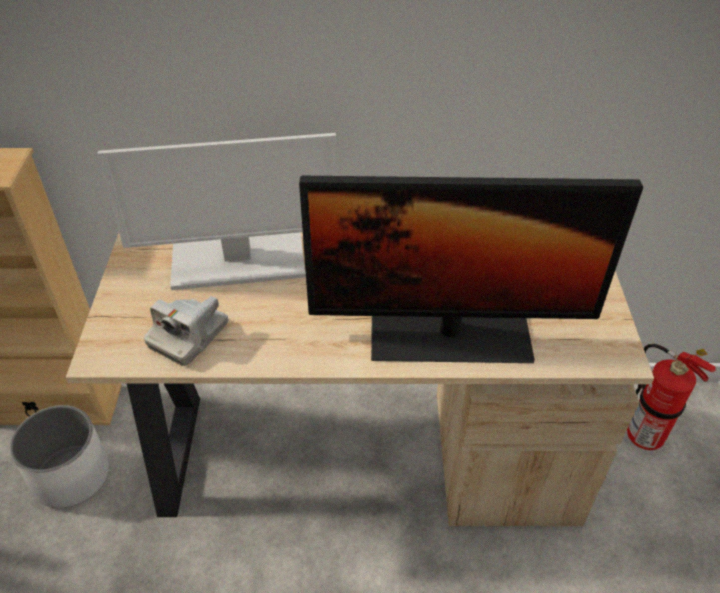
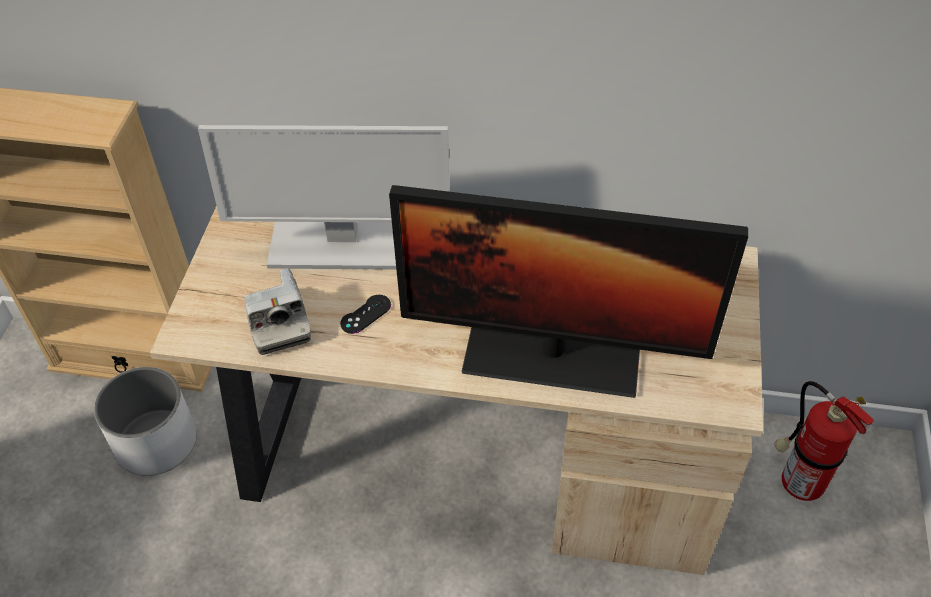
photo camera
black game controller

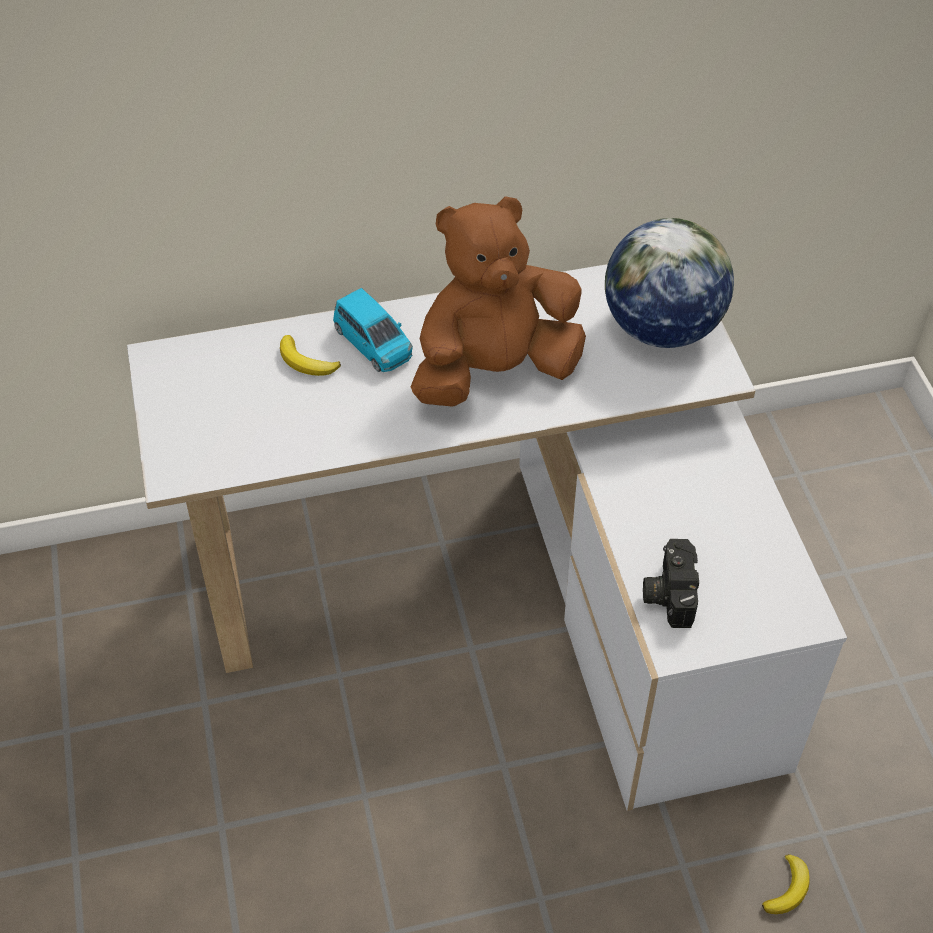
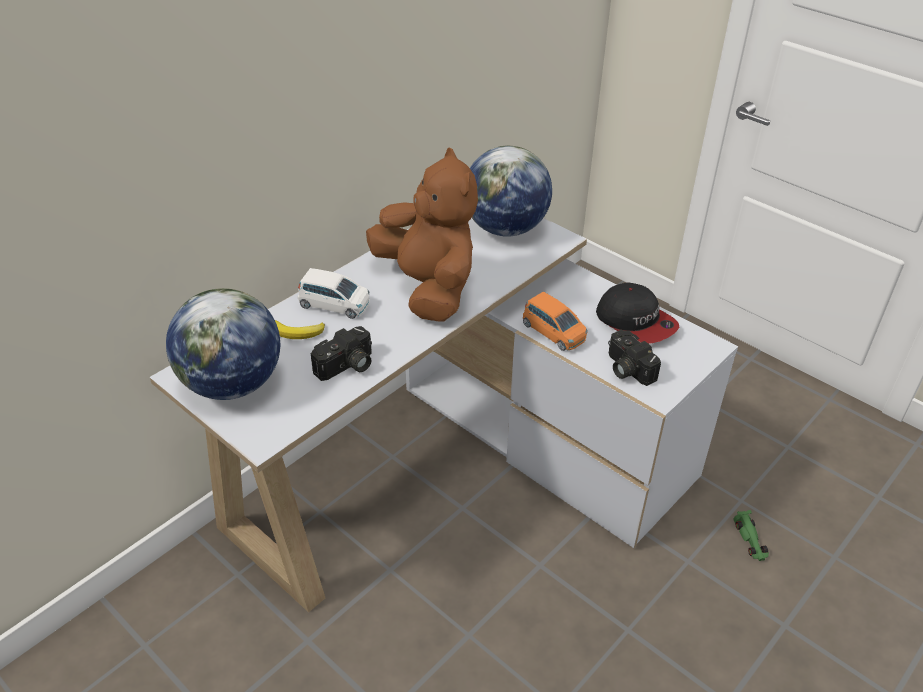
brown plush toy
white toy car
green toy car
cap
globe (1st from left)
orange toy car
photo camera (1st from left)

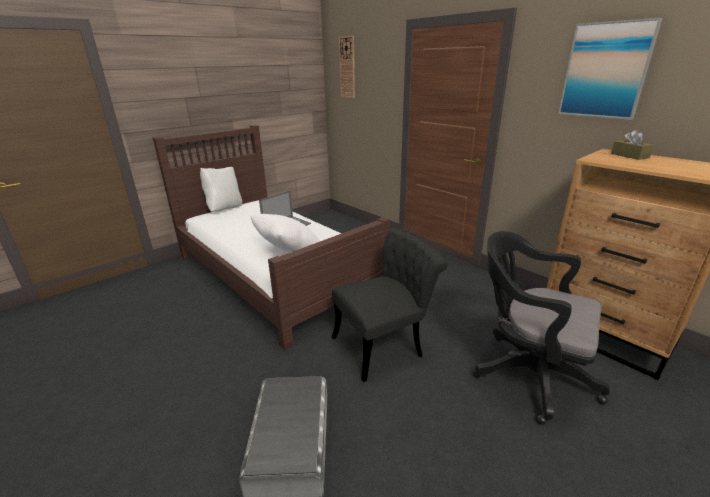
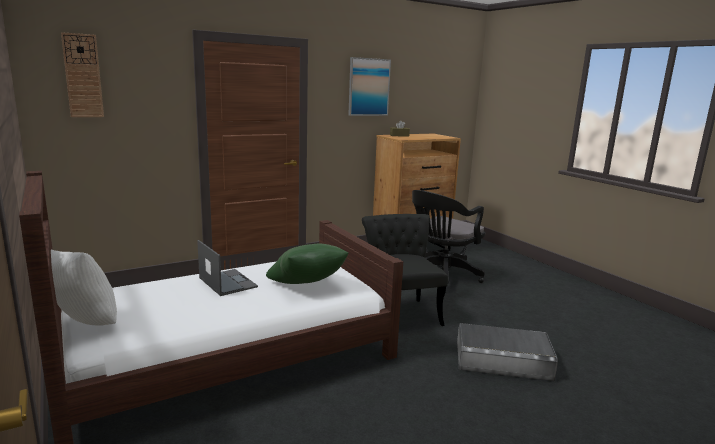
green pillow

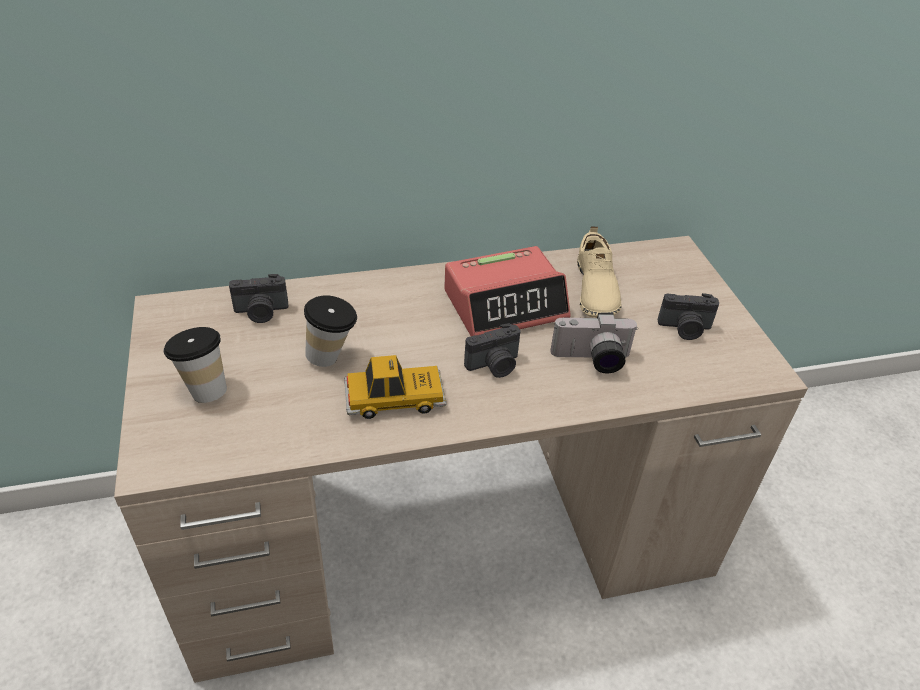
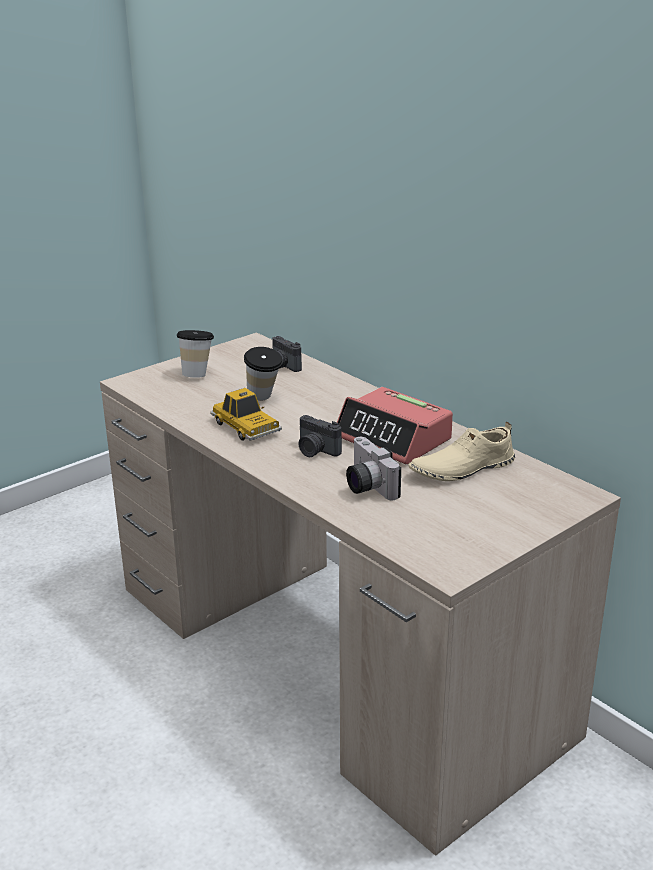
photo camera (4th from left in the first image)

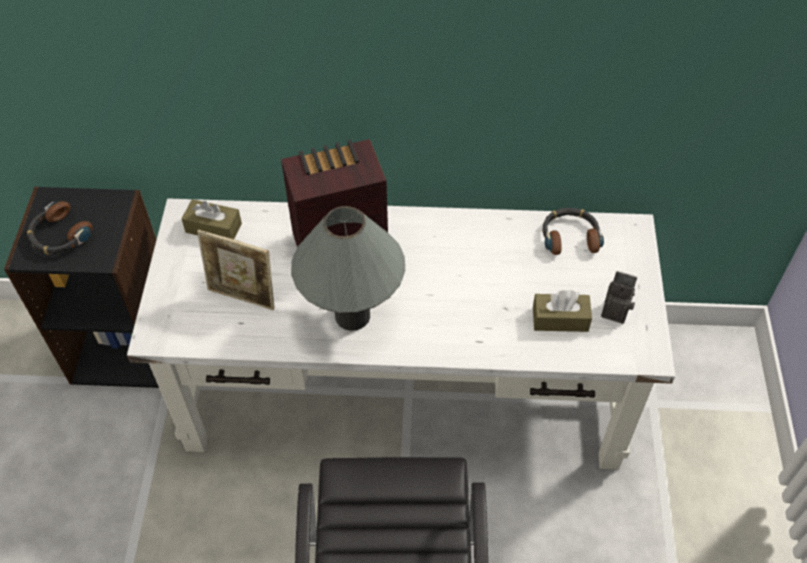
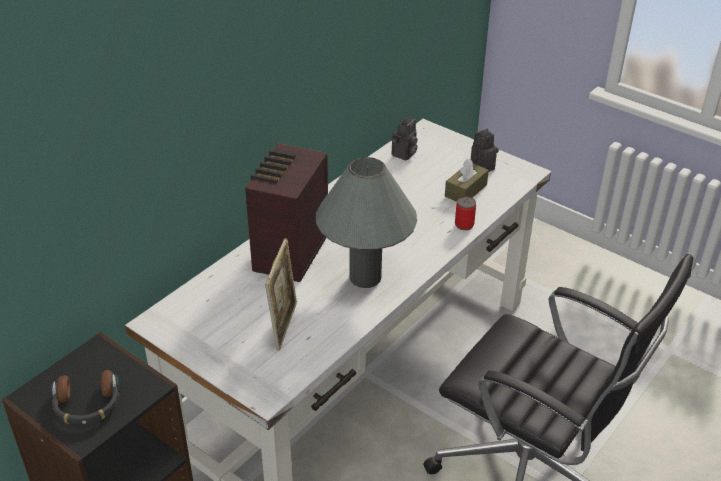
brown tissue box (1st from left in the first image)
photo camera (1st from left)
picture frame
can

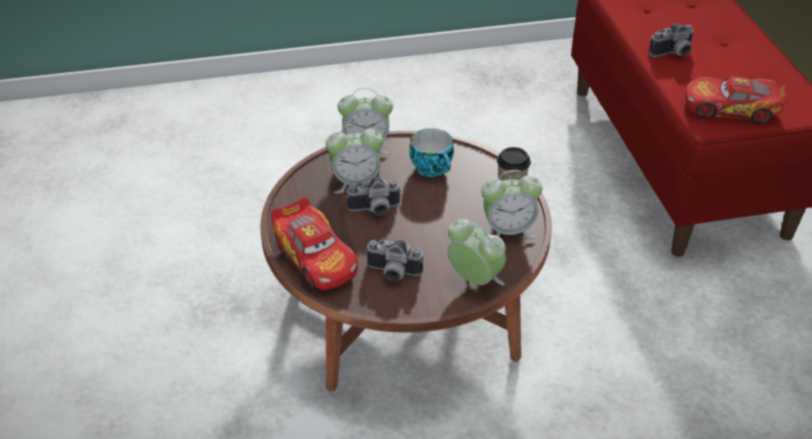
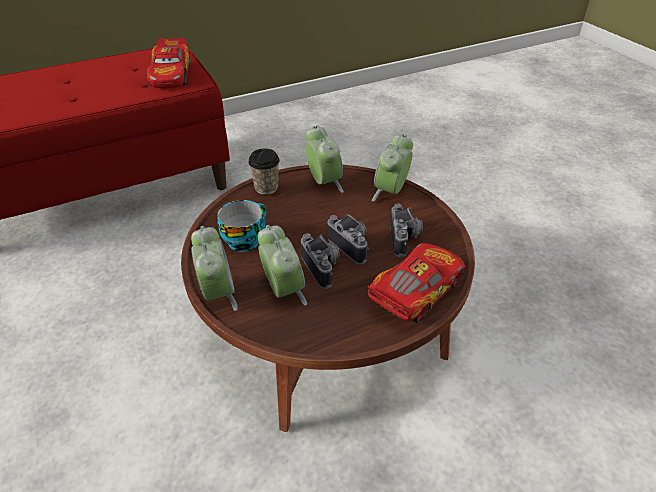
photo camera (2nd from left)

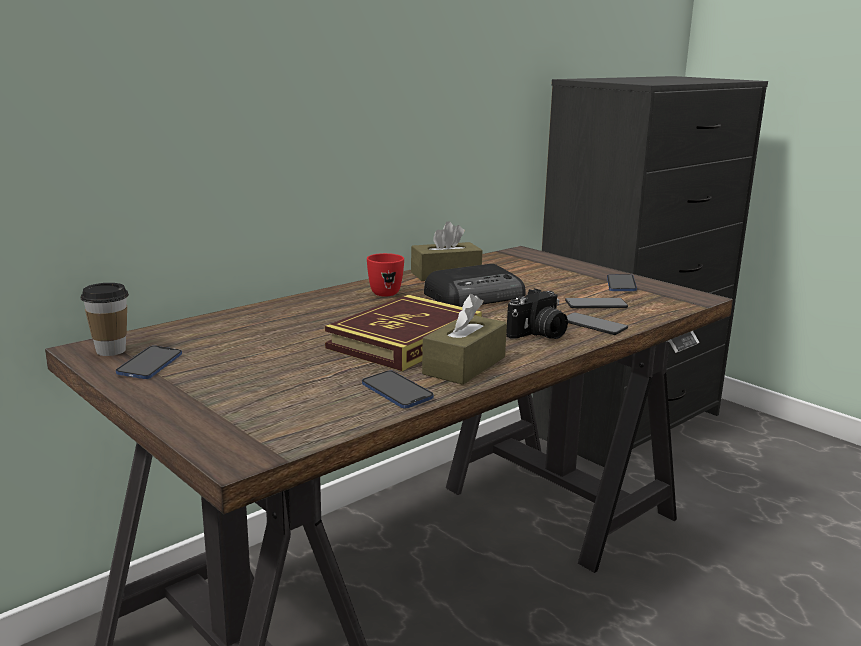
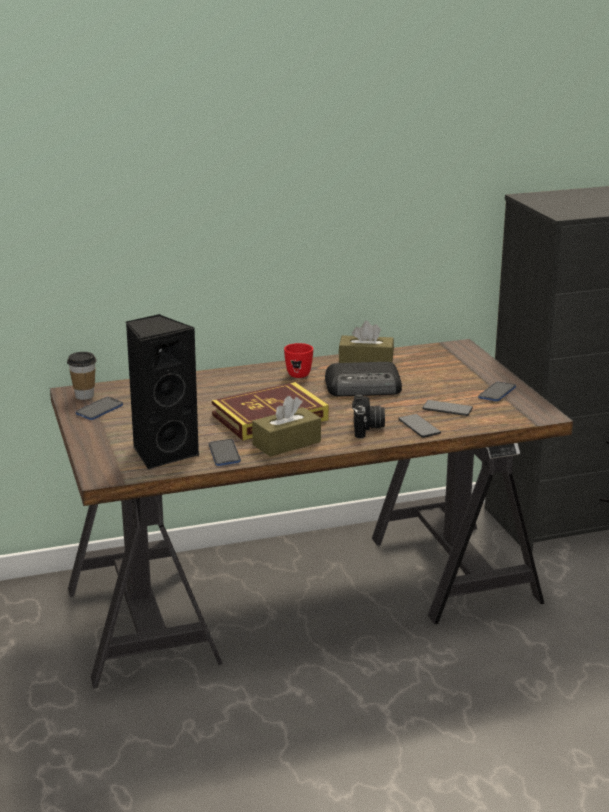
photo camera
black speaker

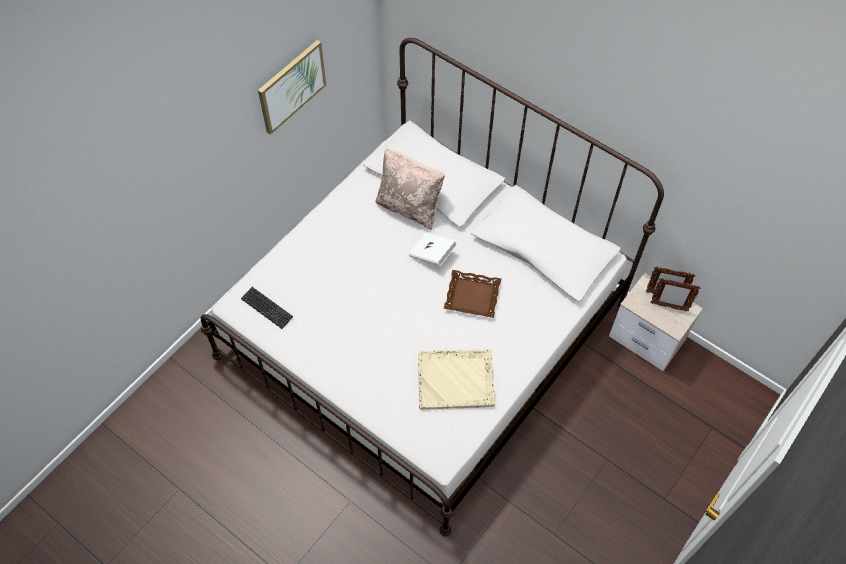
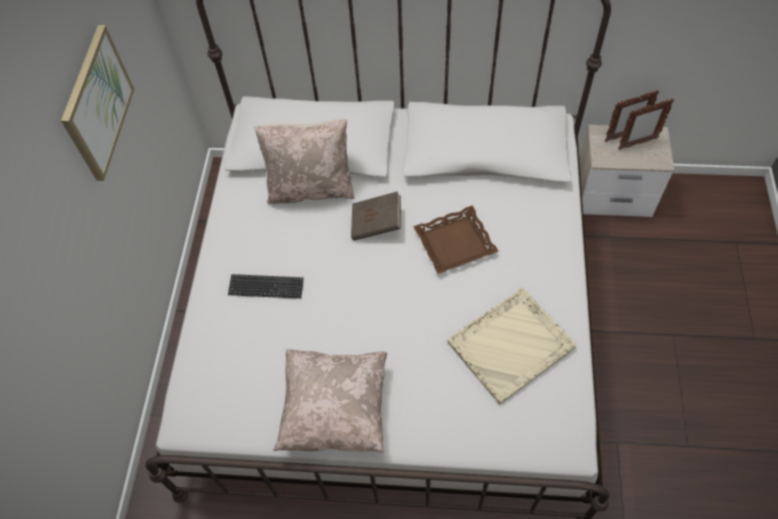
brown book
keyboard
beige pillow (2nd from left)

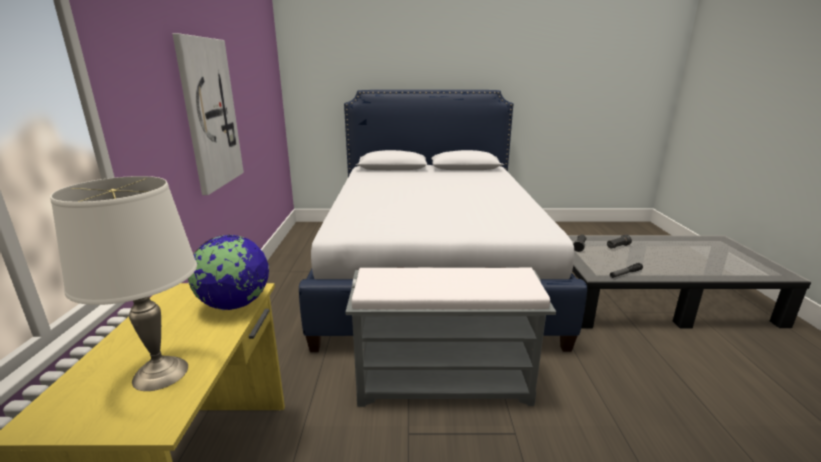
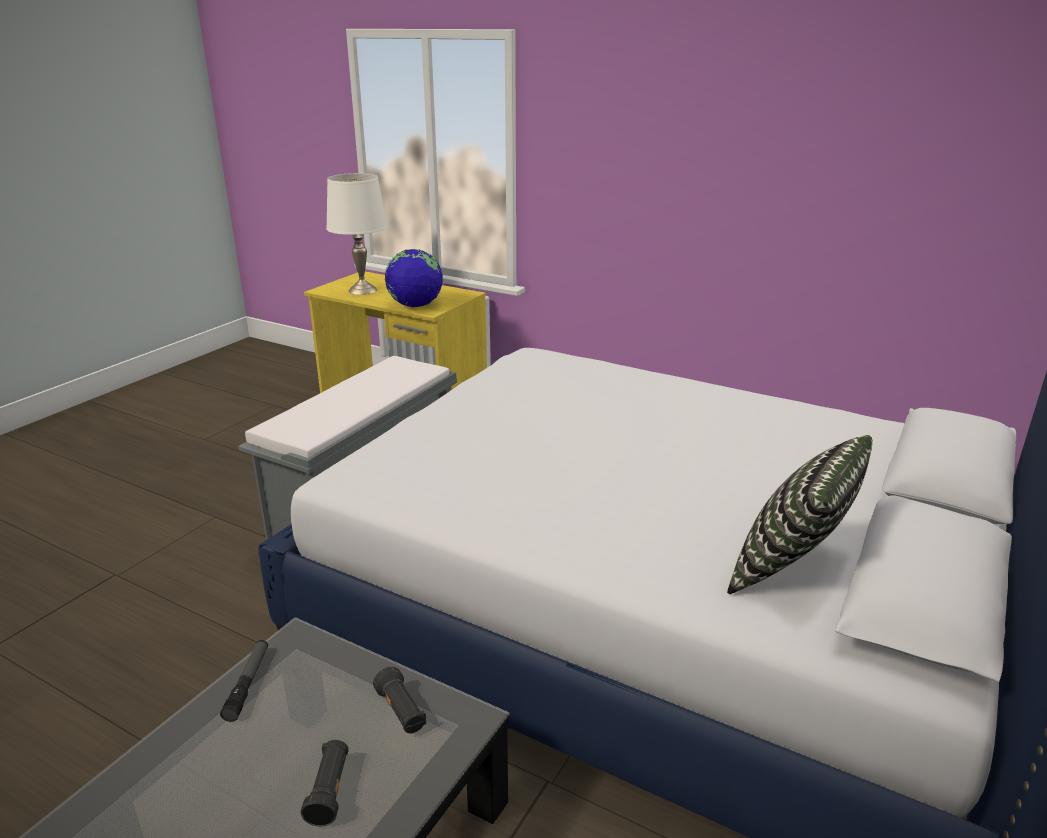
picture
pillow

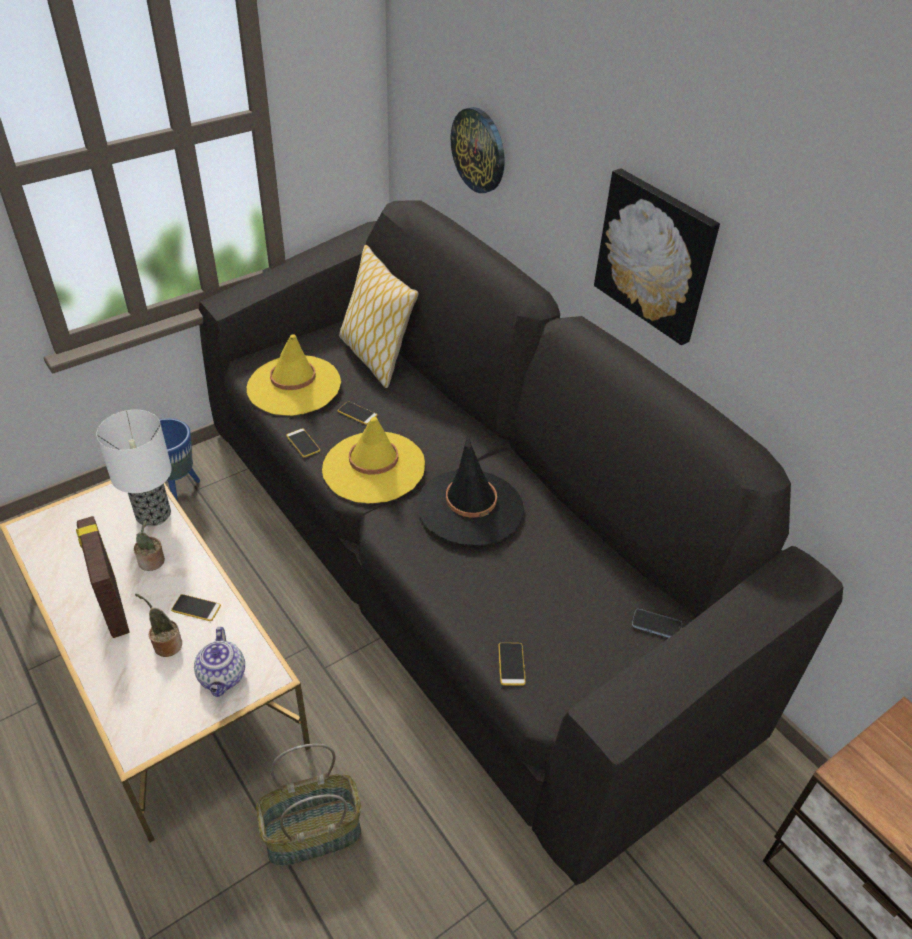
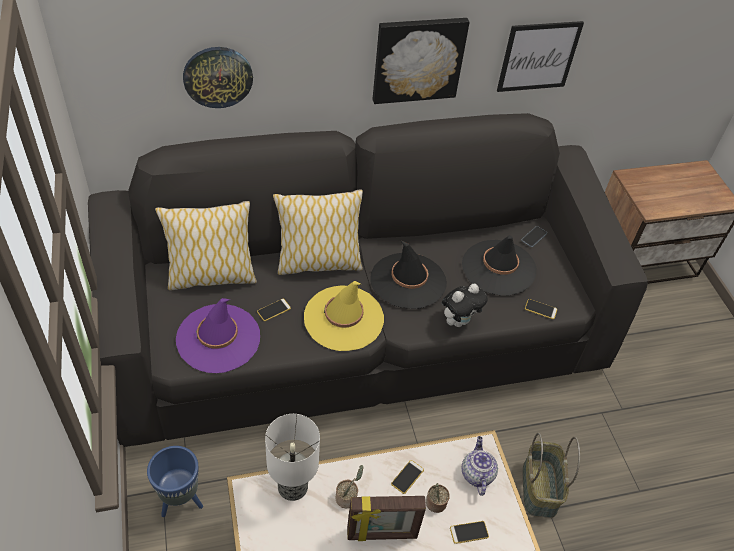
purple hat
phone (3rd from left)
teapot
picture (2nd from left)
pillow (2nd from left)
black hat (2nd from left)
plush toy

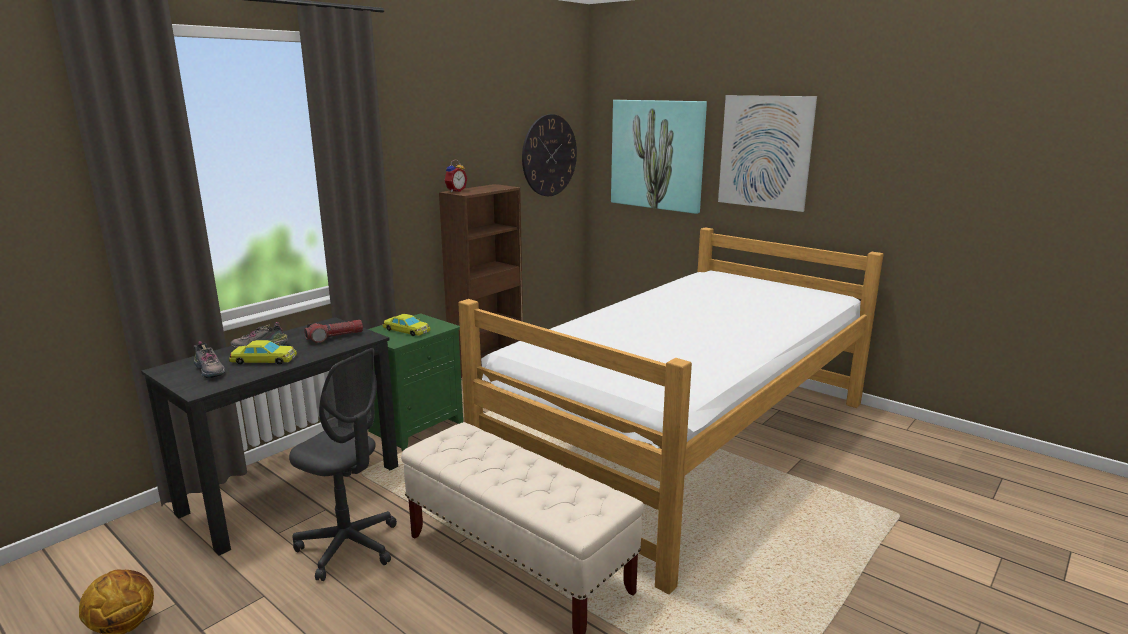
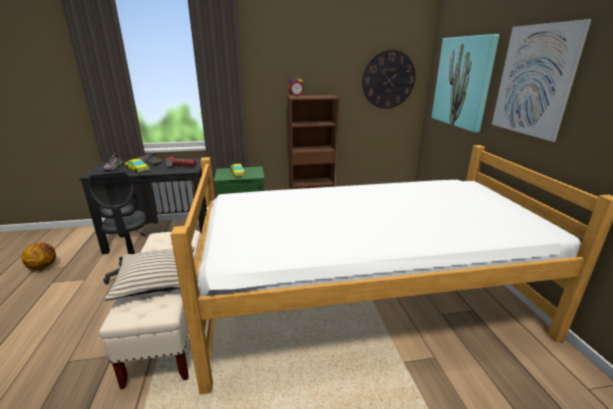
beige pillow

